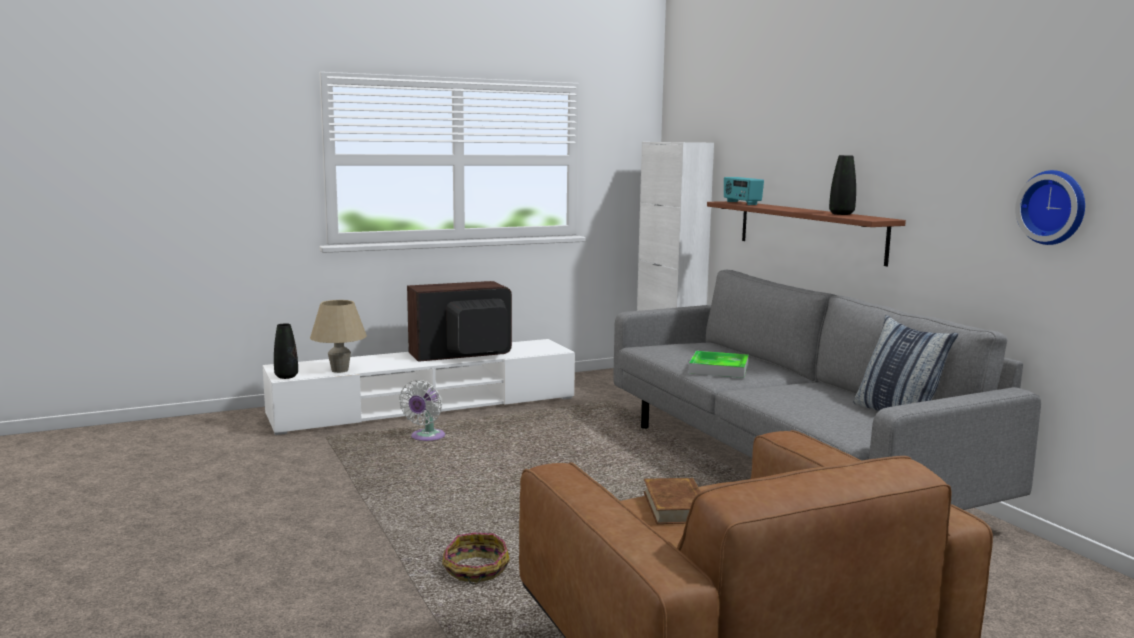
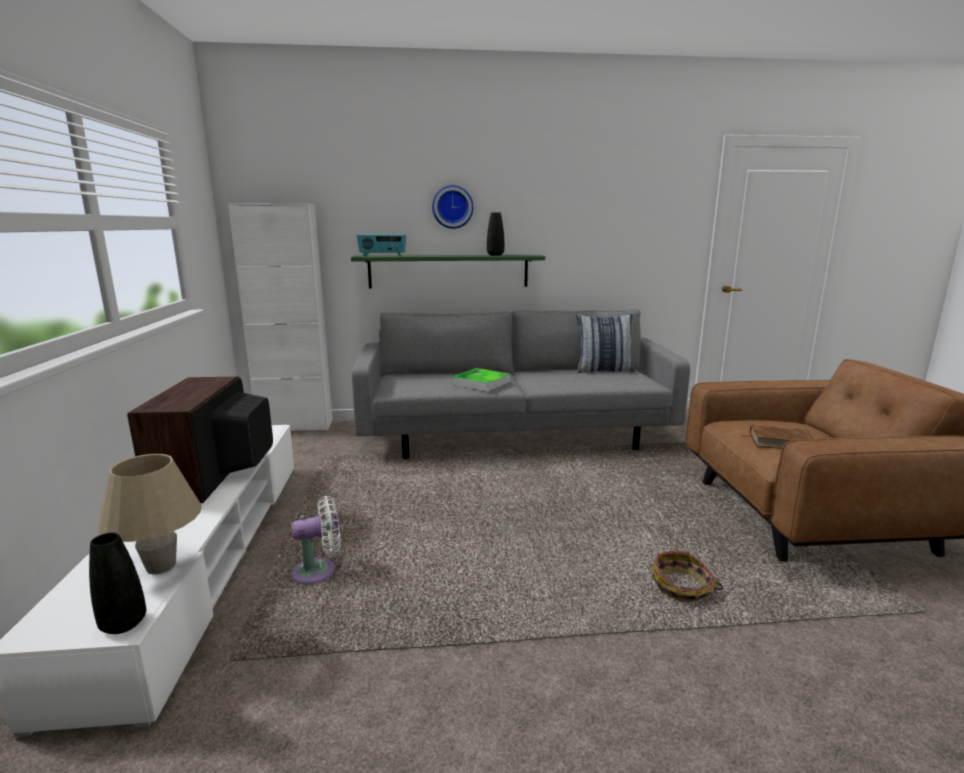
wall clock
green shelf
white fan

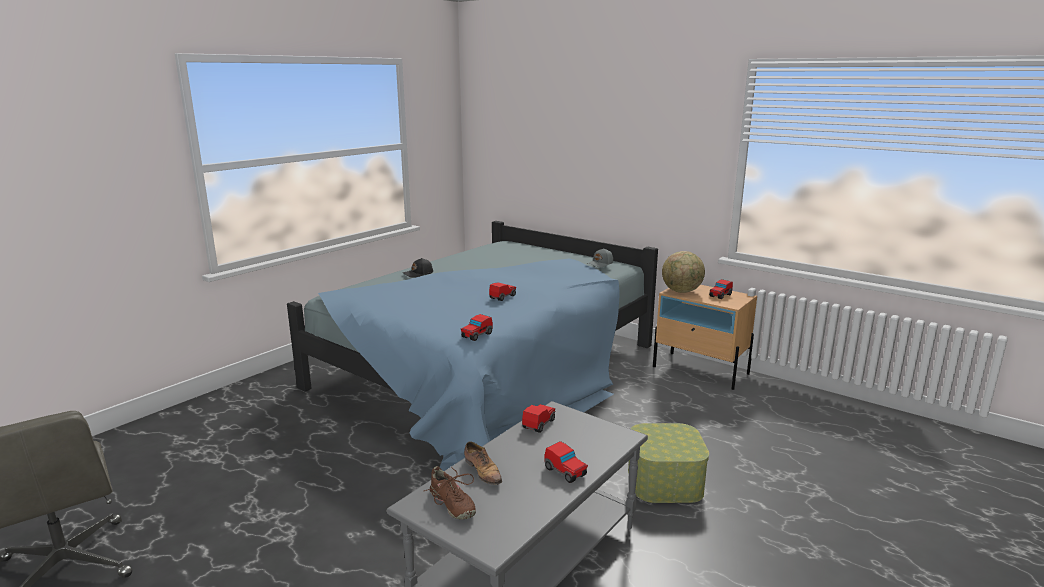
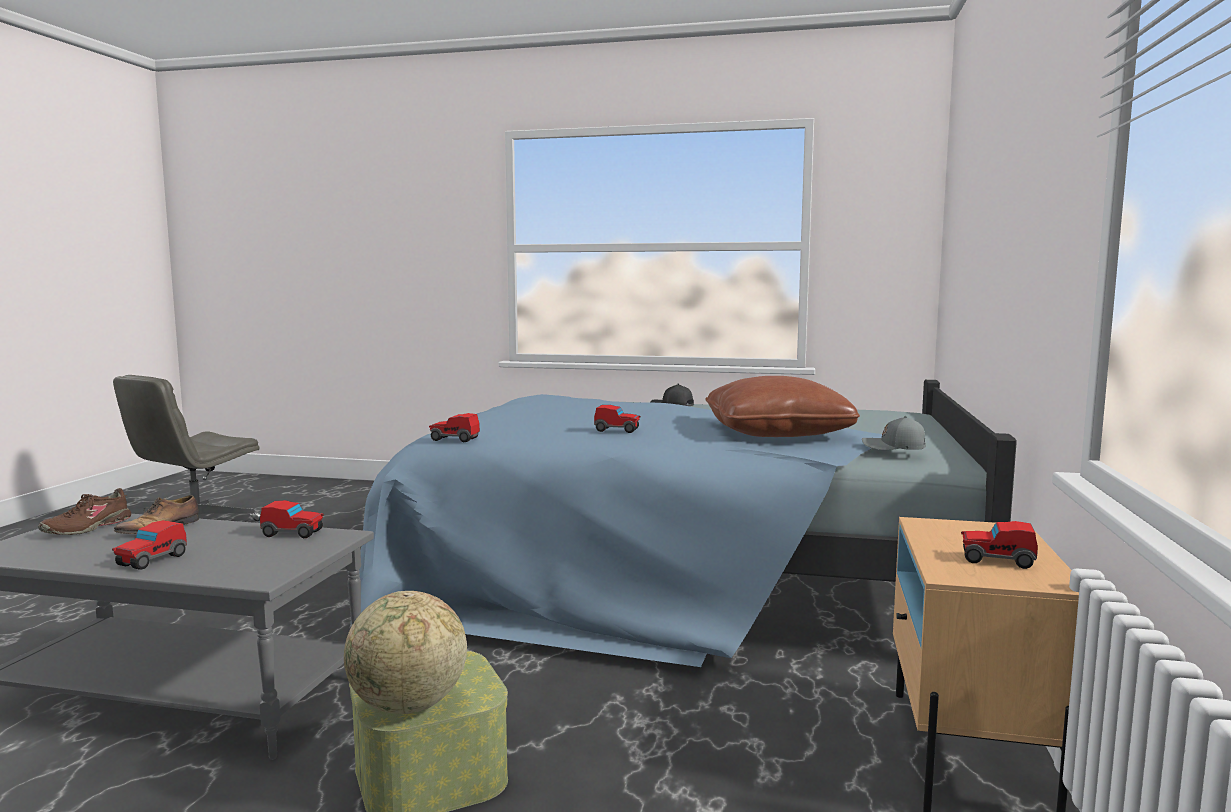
globe
brown pillow

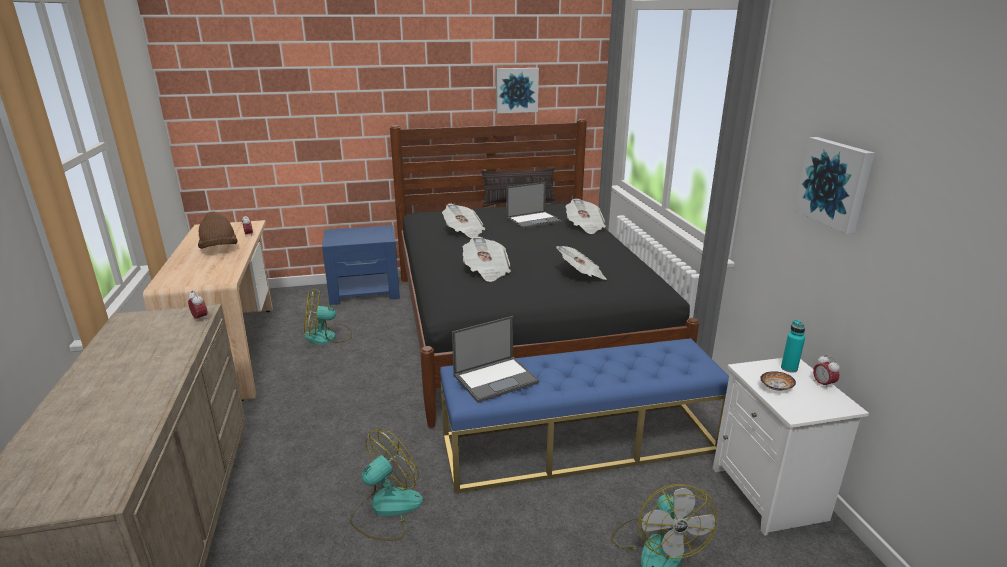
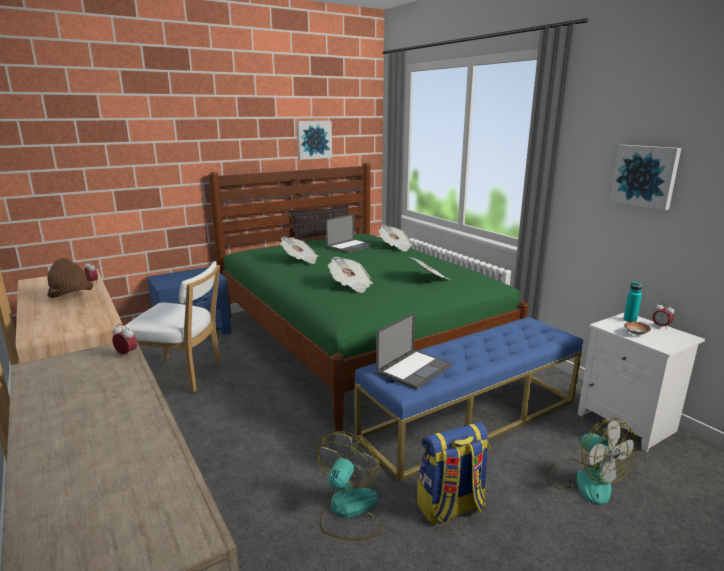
green bed
white chair
backpack

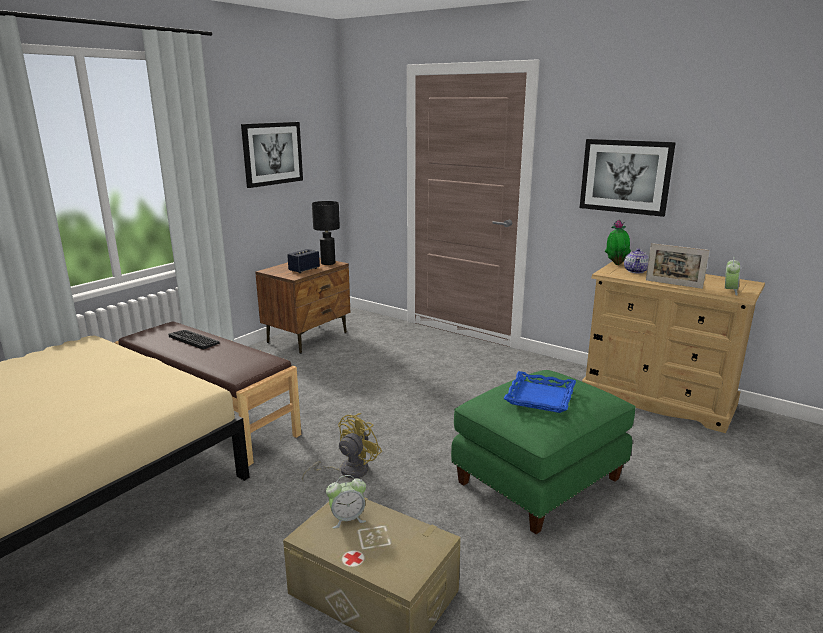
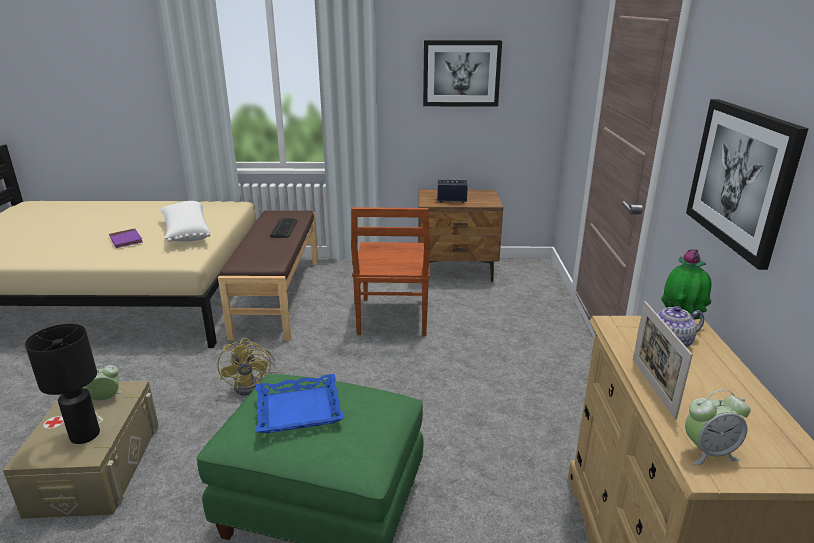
black table lamp
yellow fan
alarm clock (1st from left)
white pillow
brown chair
purple book

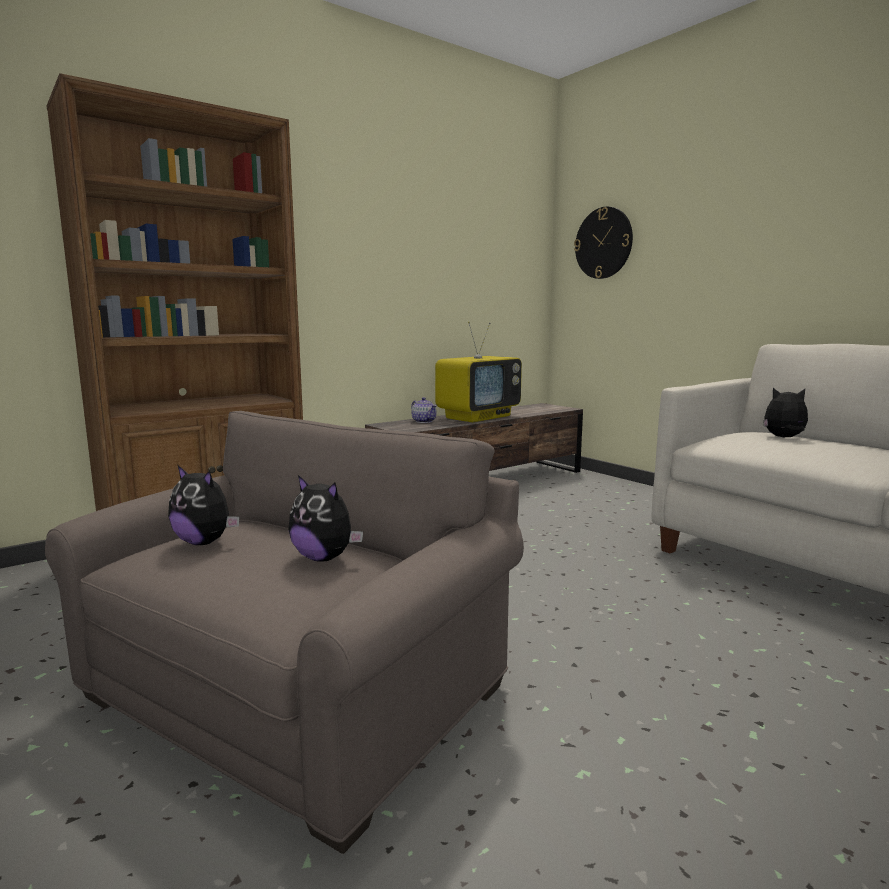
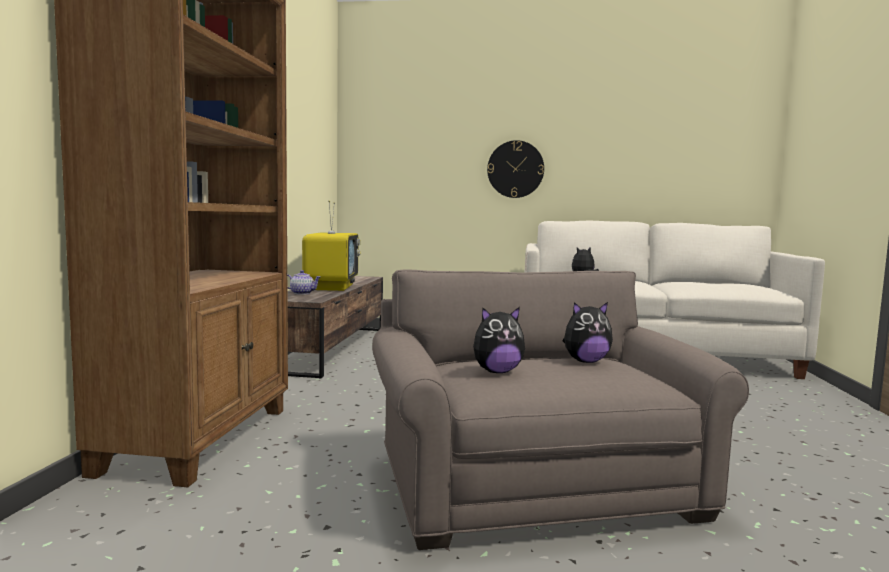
wall clock

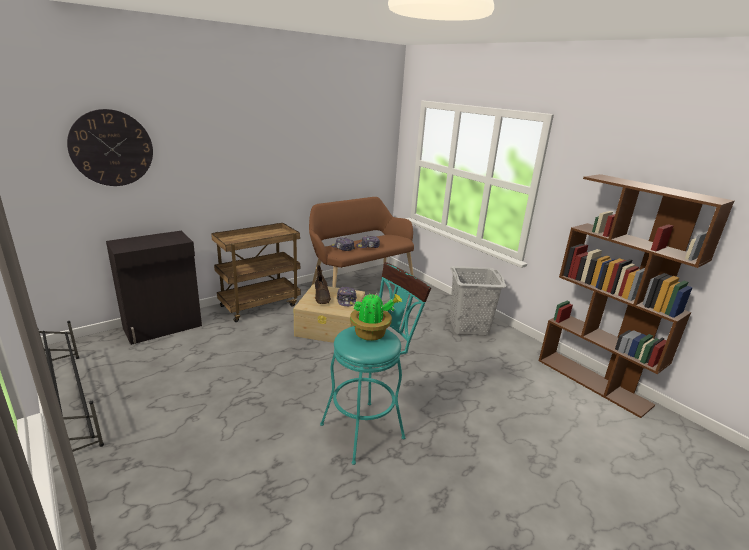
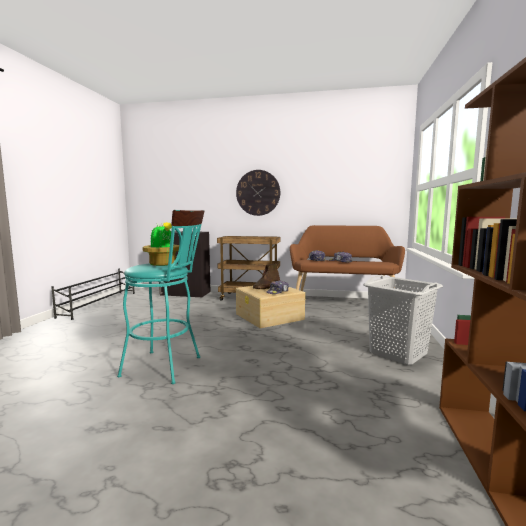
wall clock

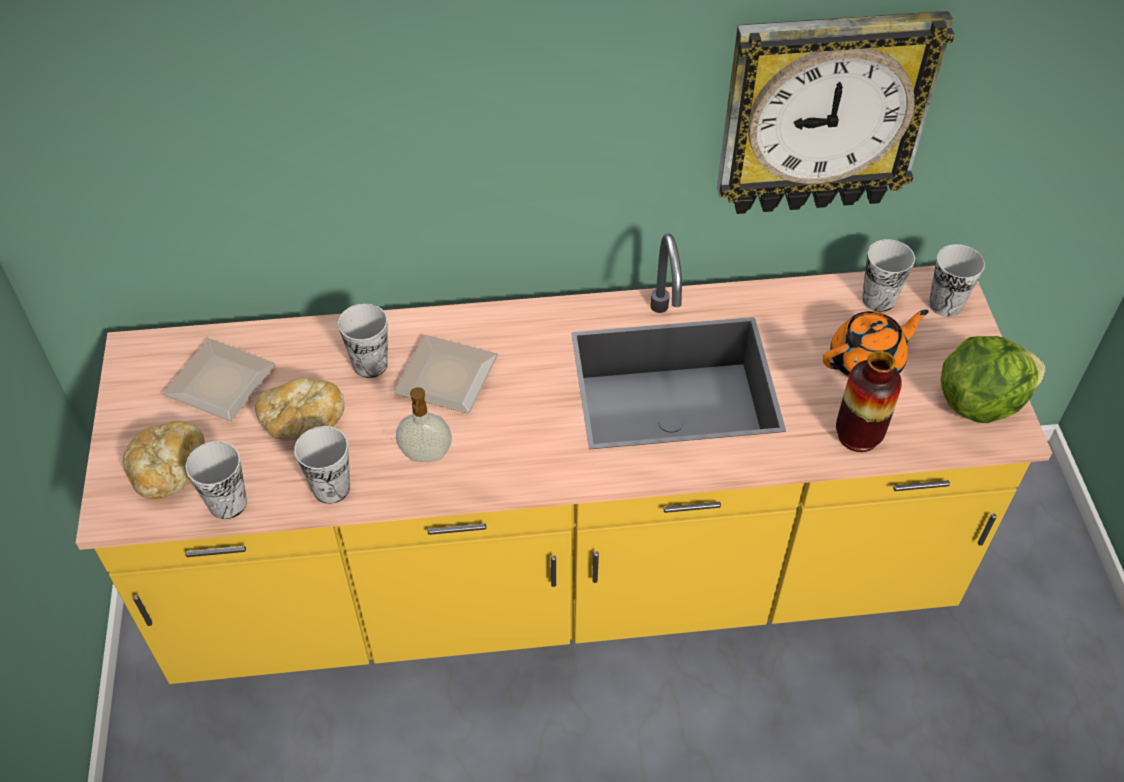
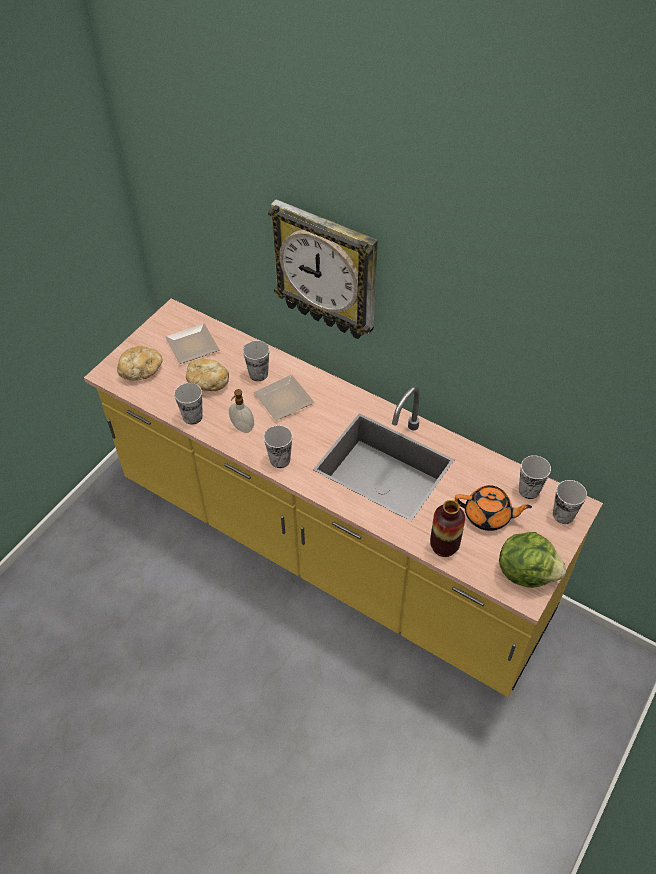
wall clock
cup (3rd from left)

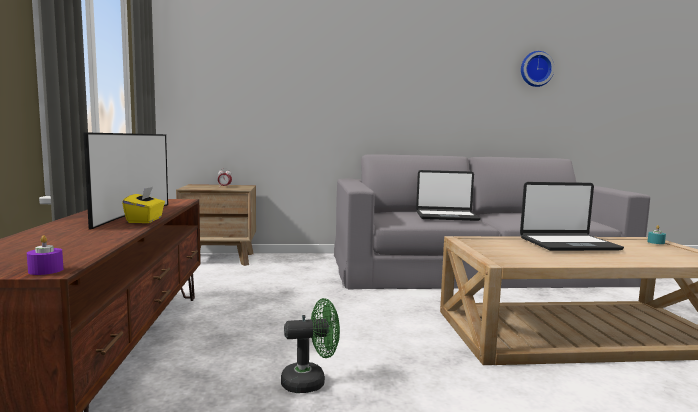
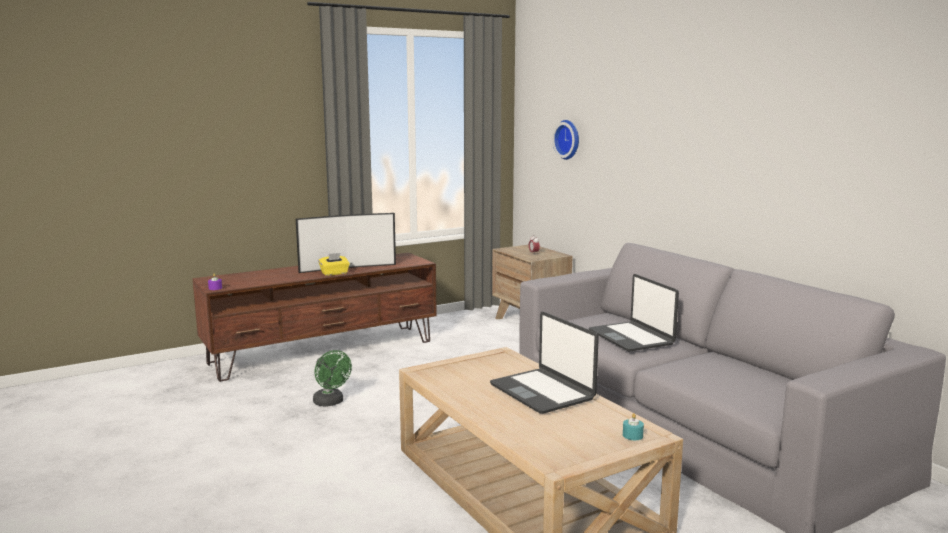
wall clock

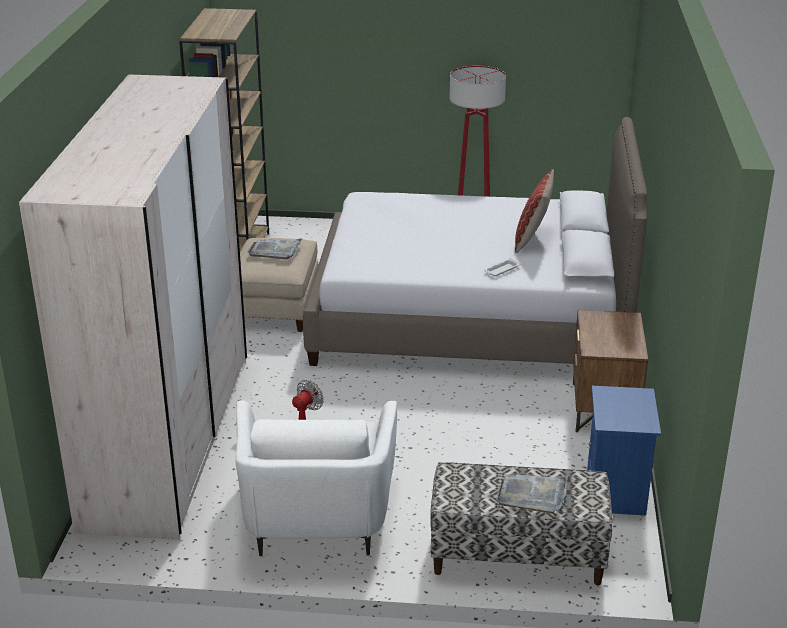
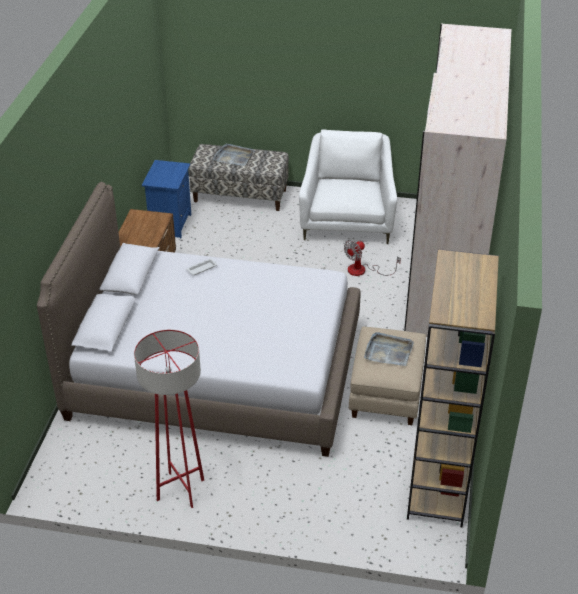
pillow

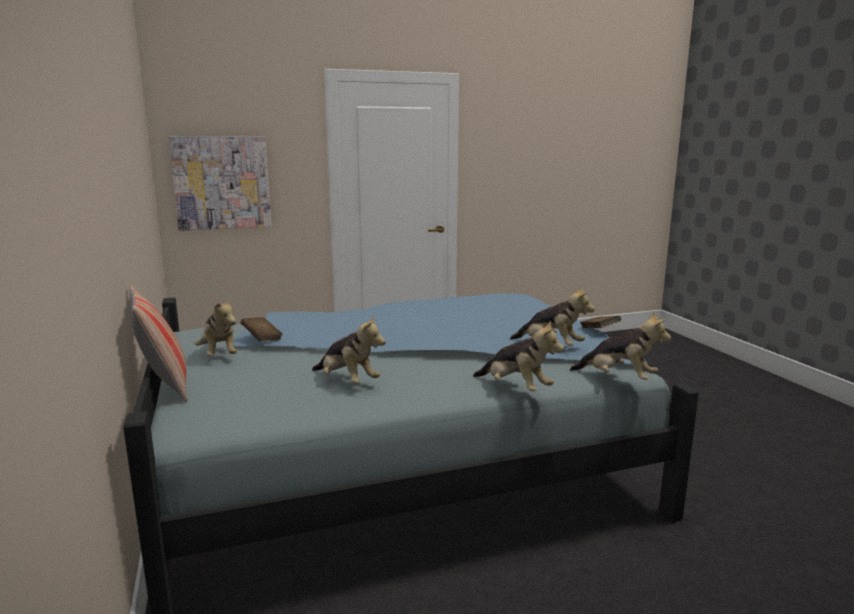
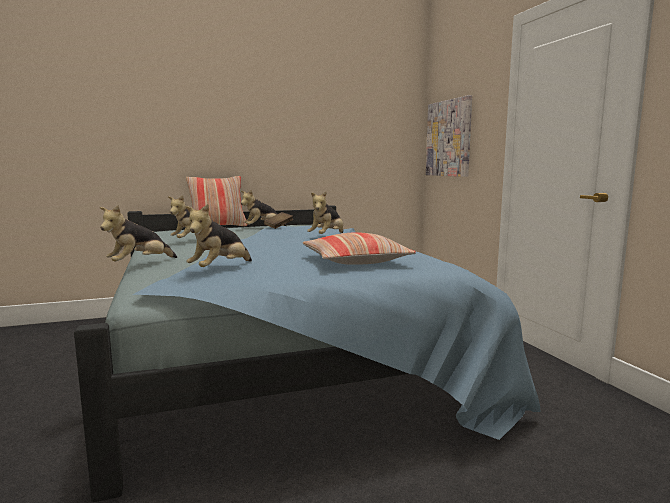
plush toy (5th from left)
brown book (2nd from left in the first image)
pillow (2nd from left)

